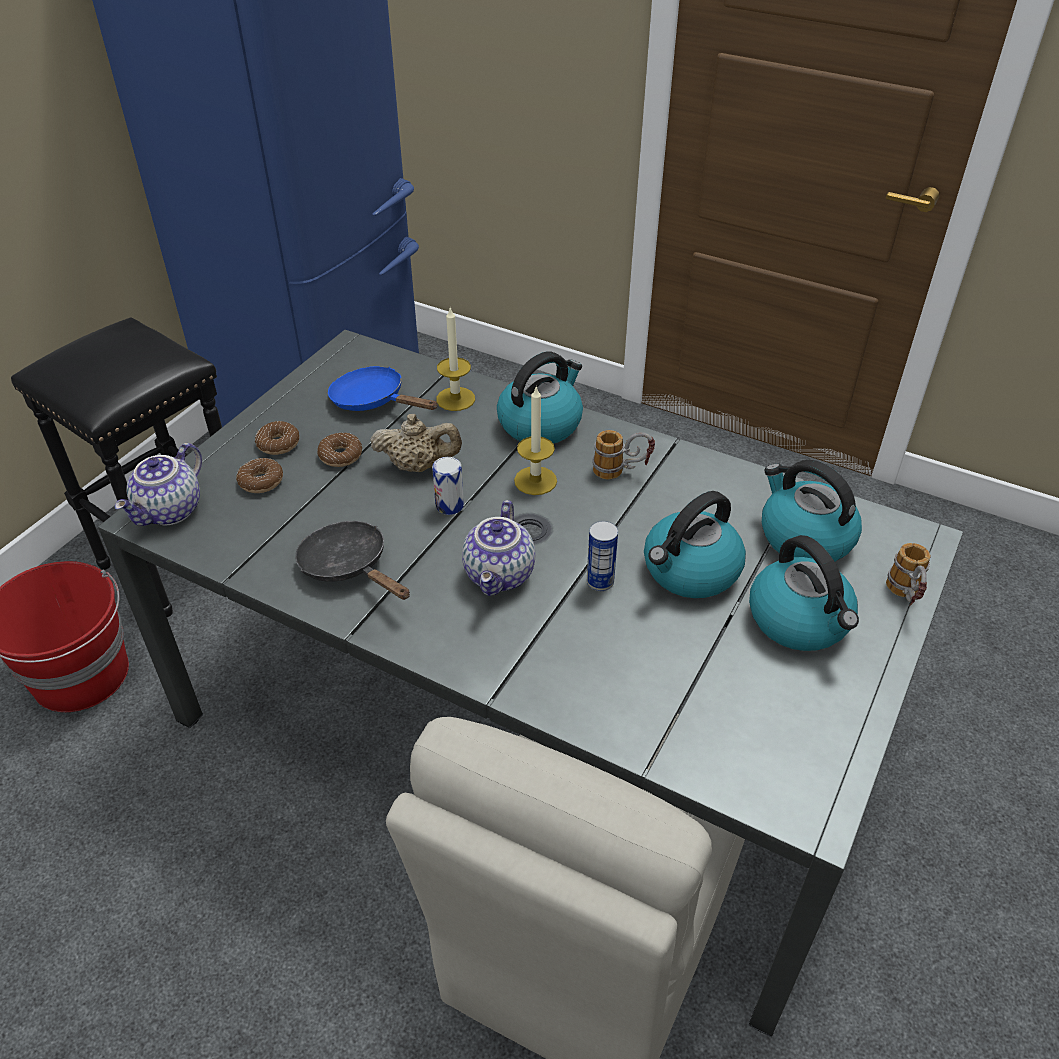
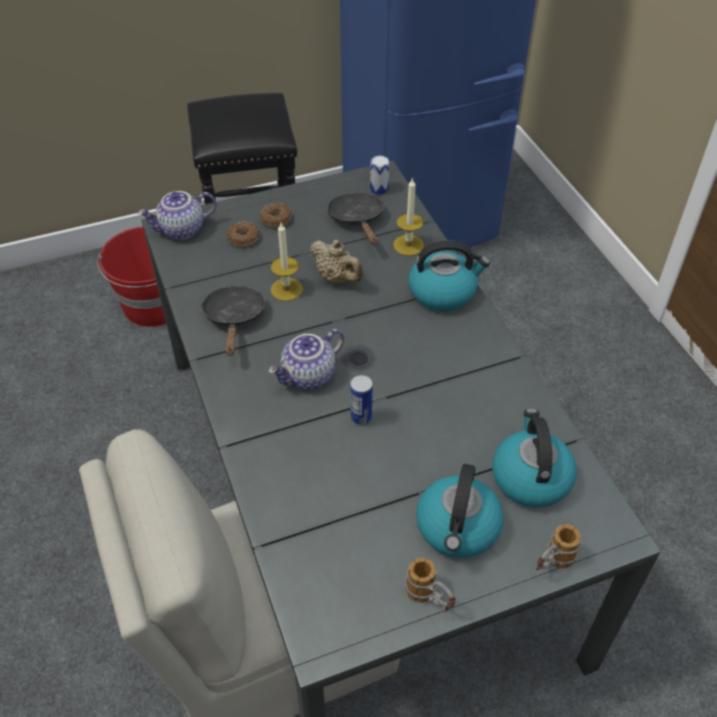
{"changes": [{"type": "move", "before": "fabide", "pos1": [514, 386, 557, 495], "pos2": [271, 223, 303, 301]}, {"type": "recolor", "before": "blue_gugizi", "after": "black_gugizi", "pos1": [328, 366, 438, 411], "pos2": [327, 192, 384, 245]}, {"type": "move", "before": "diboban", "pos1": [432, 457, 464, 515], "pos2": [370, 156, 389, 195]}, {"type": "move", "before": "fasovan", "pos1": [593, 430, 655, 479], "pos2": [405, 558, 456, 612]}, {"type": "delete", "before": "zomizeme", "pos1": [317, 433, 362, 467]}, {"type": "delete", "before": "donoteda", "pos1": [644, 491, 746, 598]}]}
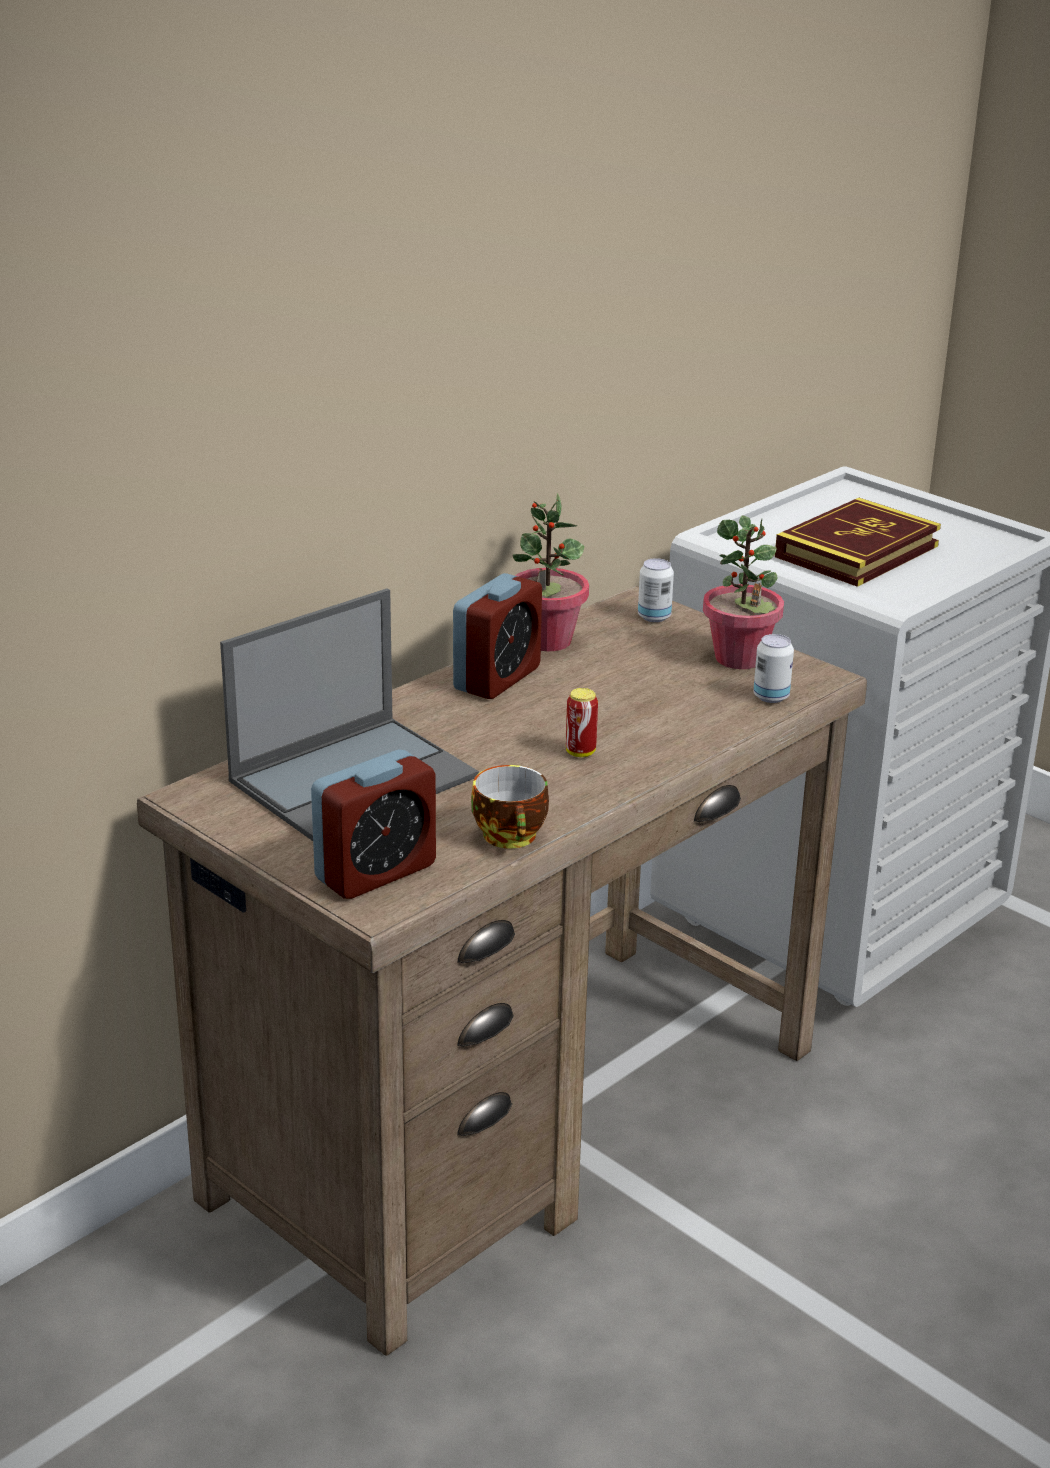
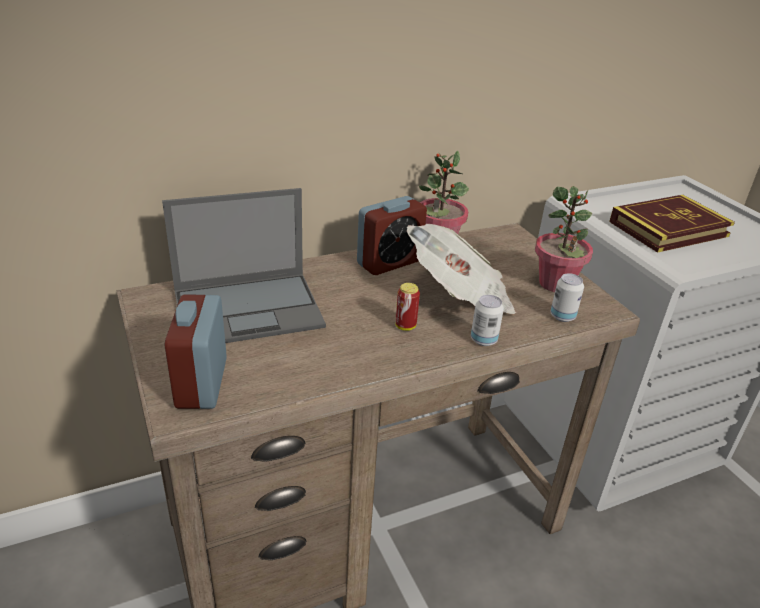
{"changes": [{"type": "rotate", "before": "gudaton", "pos1": [311, 750, 436, 899], "pos2": [165, 294, 227, 409], "turn": 105}, {"type": "insert", "after": "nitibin", "pos2": [407, 224, 516, 314]}, {"type": "move", "before": "diboban", "pos1": [638, 558, 674, 622], "pos2": [471, 295, 504, 346]}, {"type": "delete", "before": "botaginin", "pos1": [471, 765, 549, 849]}]}
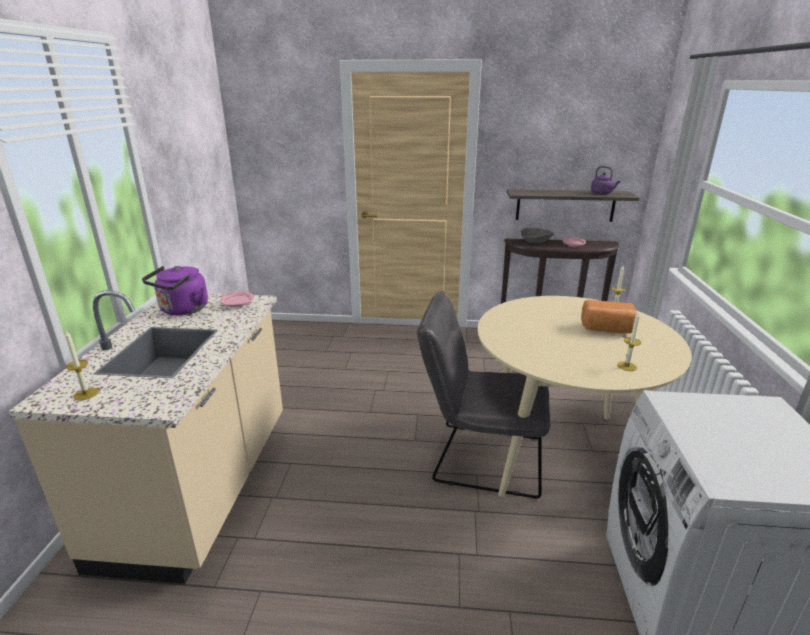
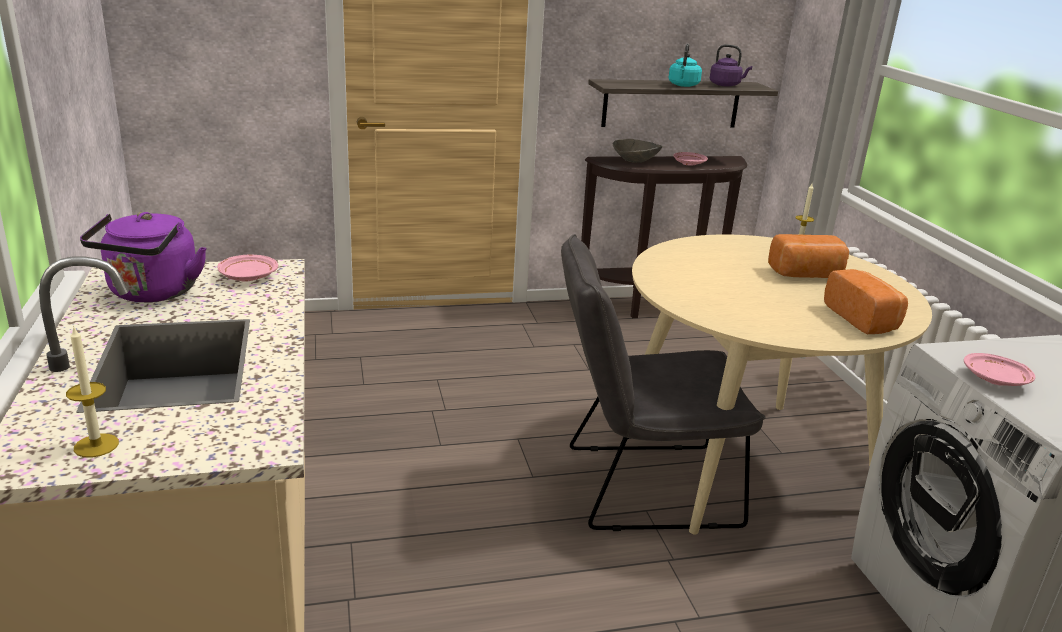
{"changes": [{"type": "insert", "after": "turquoise_donoteda", "pos2": [668, 44, 702, 87]}, {"type": "replace", "before": "fabide", "after": "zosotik", "pos1": [617, 312, 641, 371], "pos2": [824, 269, 908, 334]}, {"type": "insert", "after": "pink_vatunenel", "pos2": [964, 353, 1035, 386]}]}
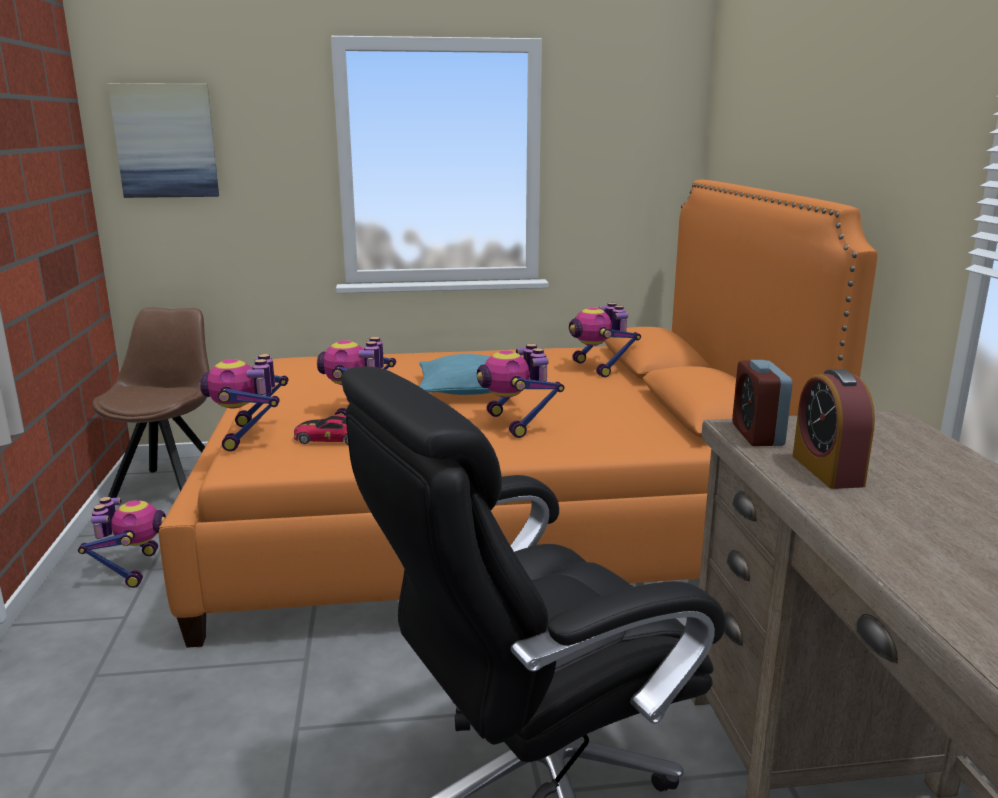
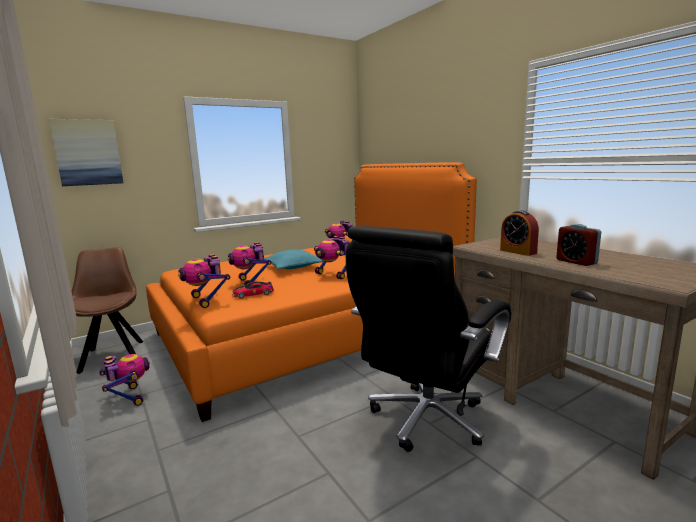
{"changes": [{"type": "move", "before": "gudaton", "pos1": [732, 360, 792, 446], "pos2": [556, 224, 601, 266]}]}
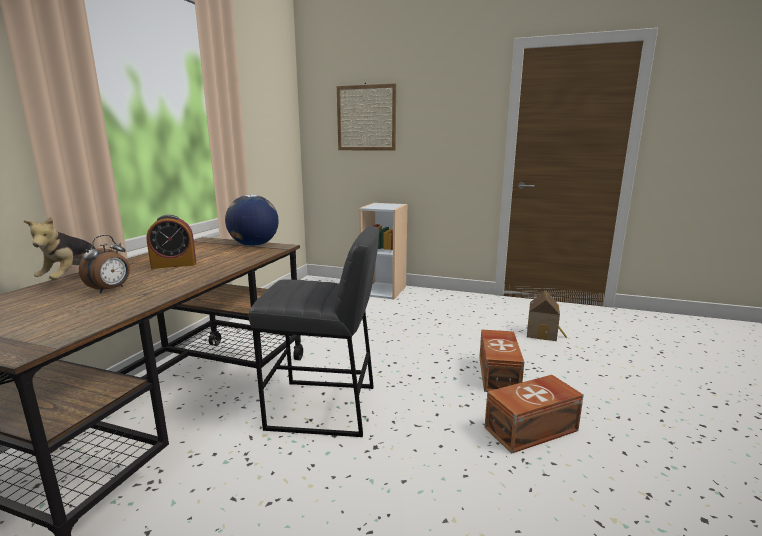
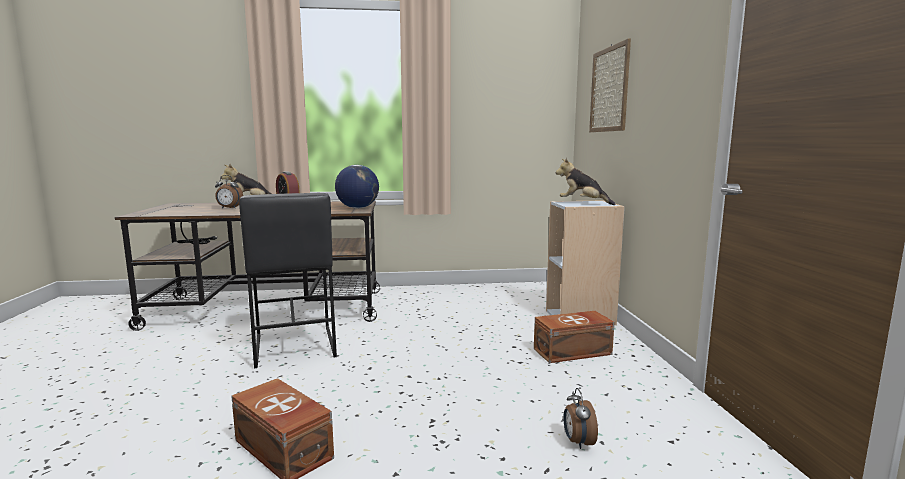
{"changes": [{"type": "move", "before": "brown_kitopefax", "pos1": [479, 329, 524, 392], "pos2": [534, 311, 615, 363]}, {"type": "insert", "after": "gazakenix", "pos2": [556, 158, 615, 205]}, {"type": "replace", "before": "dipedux", "after": "gudaton", "pos1": [527, 291, 567, 341], "pos2": [563, 388, 598, 449]}]}
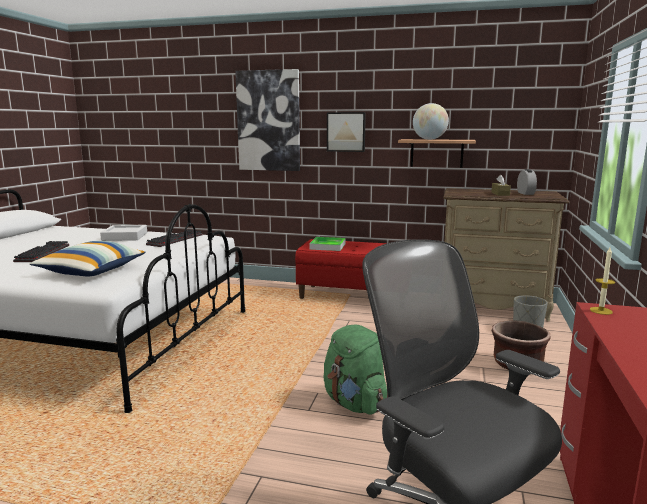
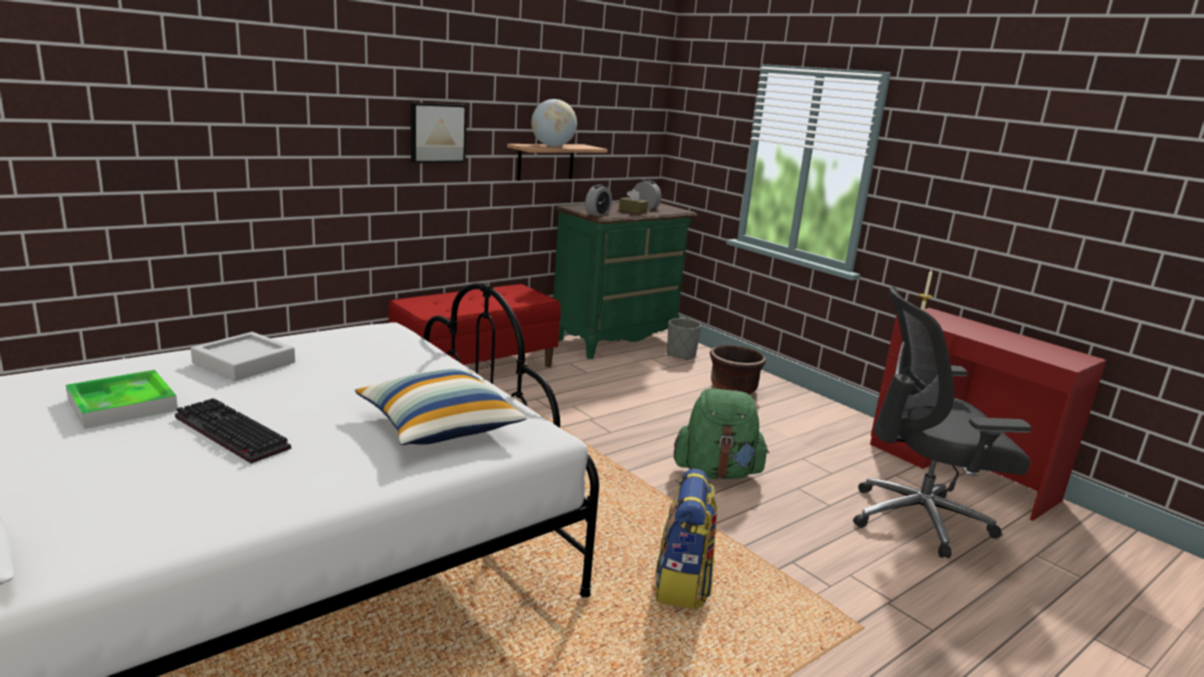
{"changes": [{"type": "move", "before": "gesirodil", "pos1": [309, 237, 346, 251], "pos2": [66, 370, 178, 429]}, {"type": "recolor", "before": "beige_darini", "after": "green_darini", "pos1": [443, 188, 569, 322], "pos2": [553, 203, 698, 359]}, {"type": "insert", "after": "gudaton", "pos2": [585, 184, 612, 216]}, {"type": "insert", "after": "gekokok", "pos2": [655, 469, 717, 610]}, {"type": "delete", "before": "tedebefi", "pos1": [146, 229, 203, 247]}, {"type": "delete", "before": "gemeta", "pos1": [235, 69, 300, 171]}]}
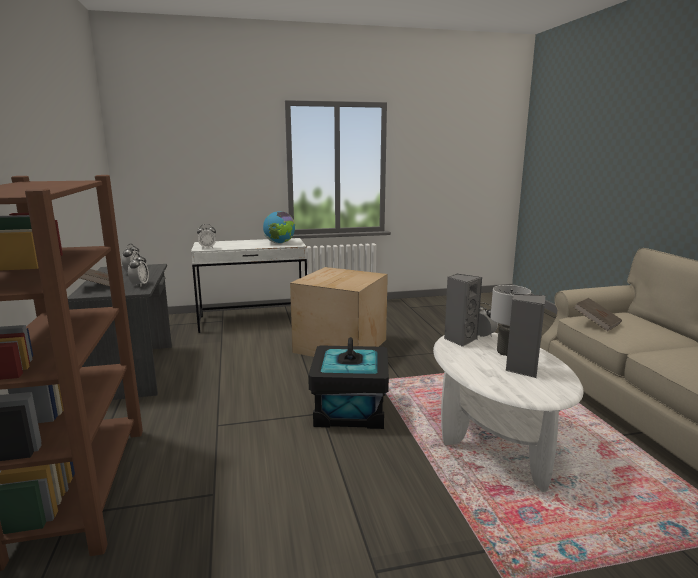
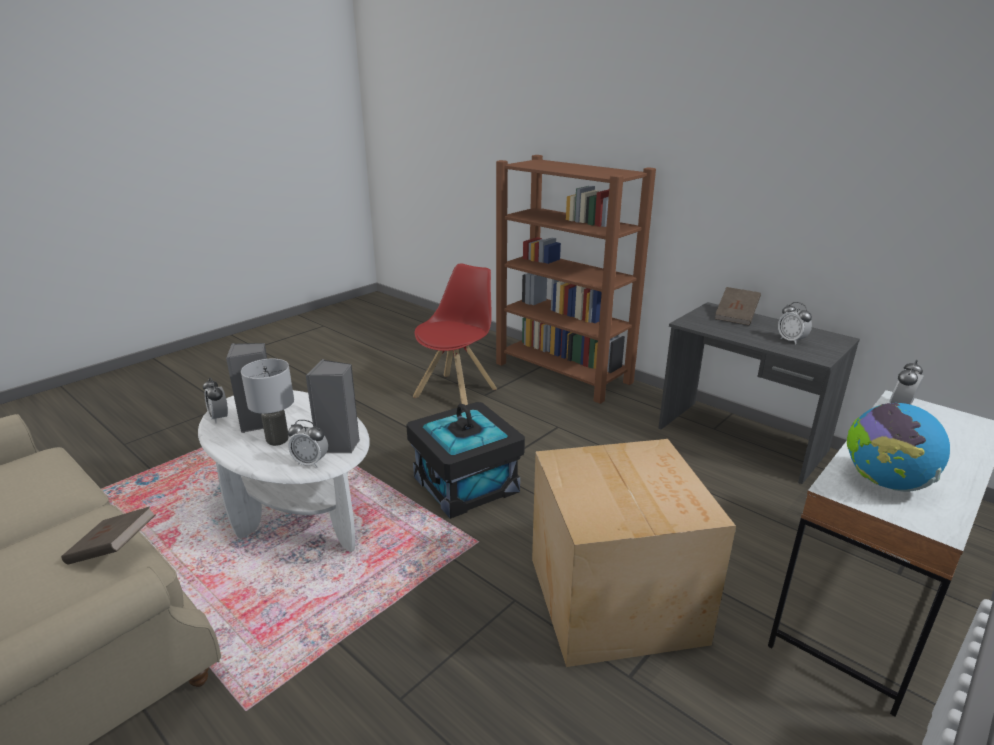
{"changes": [{"type": "move", "before": "gudaton", "pos1": [128, 254, 149, 286], "pos2": [203, 377, 228, 423]}, {"type": "insert", "after": "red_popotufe", "pos2": [413, 264, 497, 405]}]}
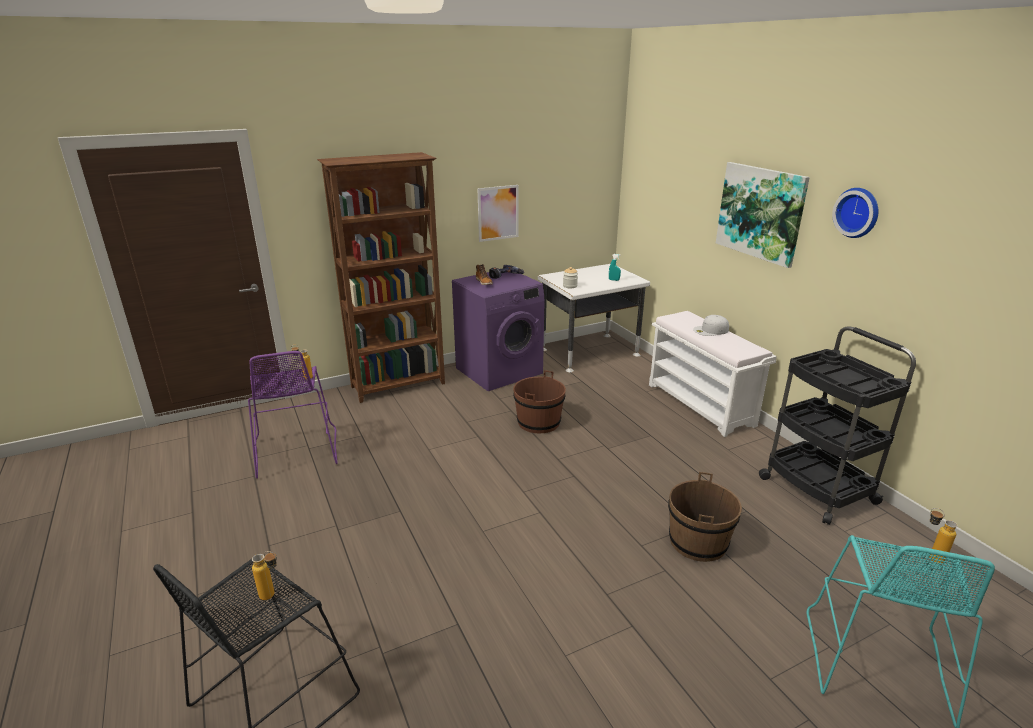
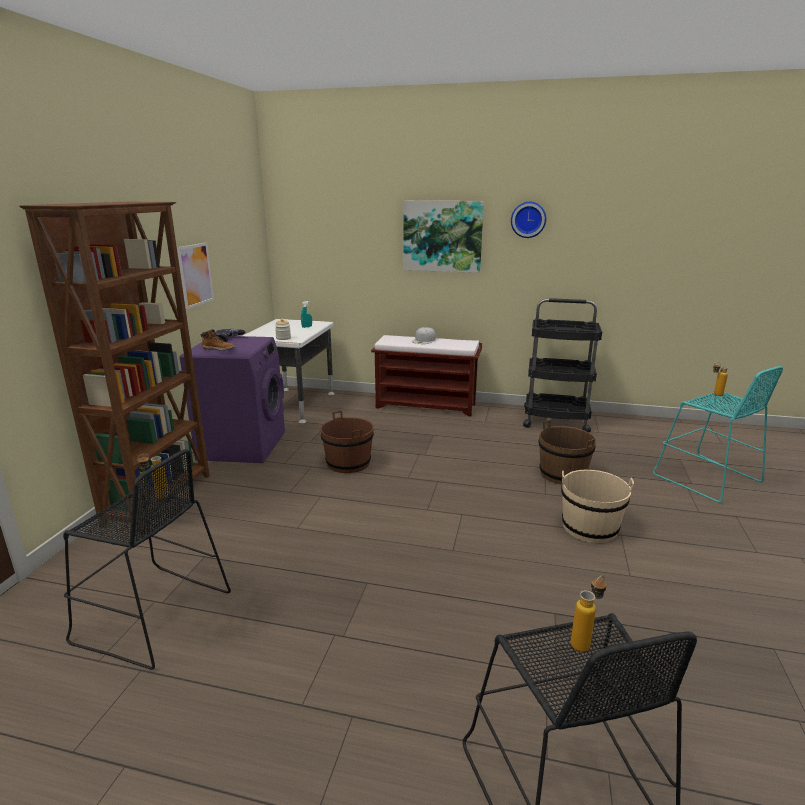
{"changes": [{"type": "recolor", "before": "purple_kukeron", "after": "black_kukeron", "pos1": [248, 351, 338, 479], "pos2": [63, 449, 231, 670]}, {"type": "recolor", "before": "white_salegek", "after": "brown_salegek", "pos1": [649, 311, 777, 437], "pos2": [371, 335, 482, 417]}, {"type": "insert", "after": "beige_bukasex", "pos2": [561, 470, 634, 543]}]}
